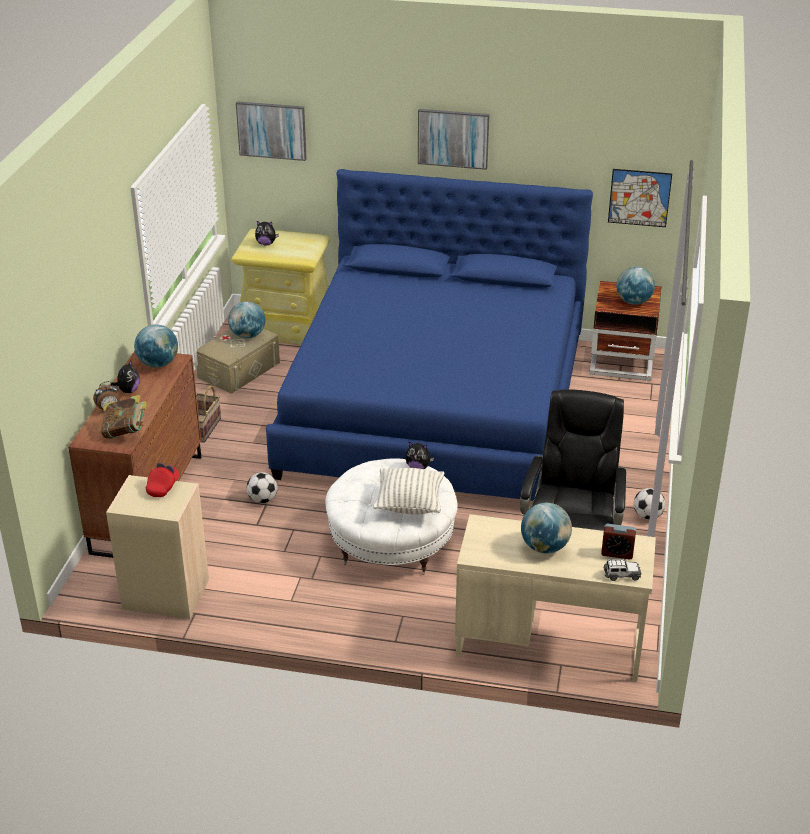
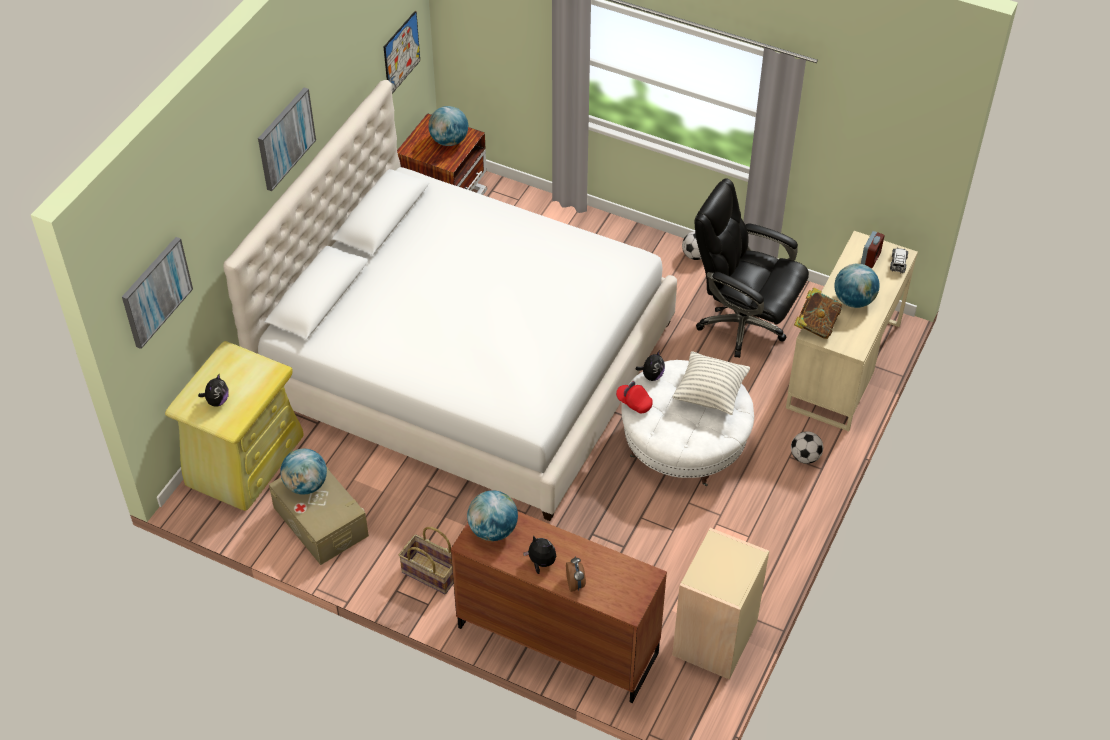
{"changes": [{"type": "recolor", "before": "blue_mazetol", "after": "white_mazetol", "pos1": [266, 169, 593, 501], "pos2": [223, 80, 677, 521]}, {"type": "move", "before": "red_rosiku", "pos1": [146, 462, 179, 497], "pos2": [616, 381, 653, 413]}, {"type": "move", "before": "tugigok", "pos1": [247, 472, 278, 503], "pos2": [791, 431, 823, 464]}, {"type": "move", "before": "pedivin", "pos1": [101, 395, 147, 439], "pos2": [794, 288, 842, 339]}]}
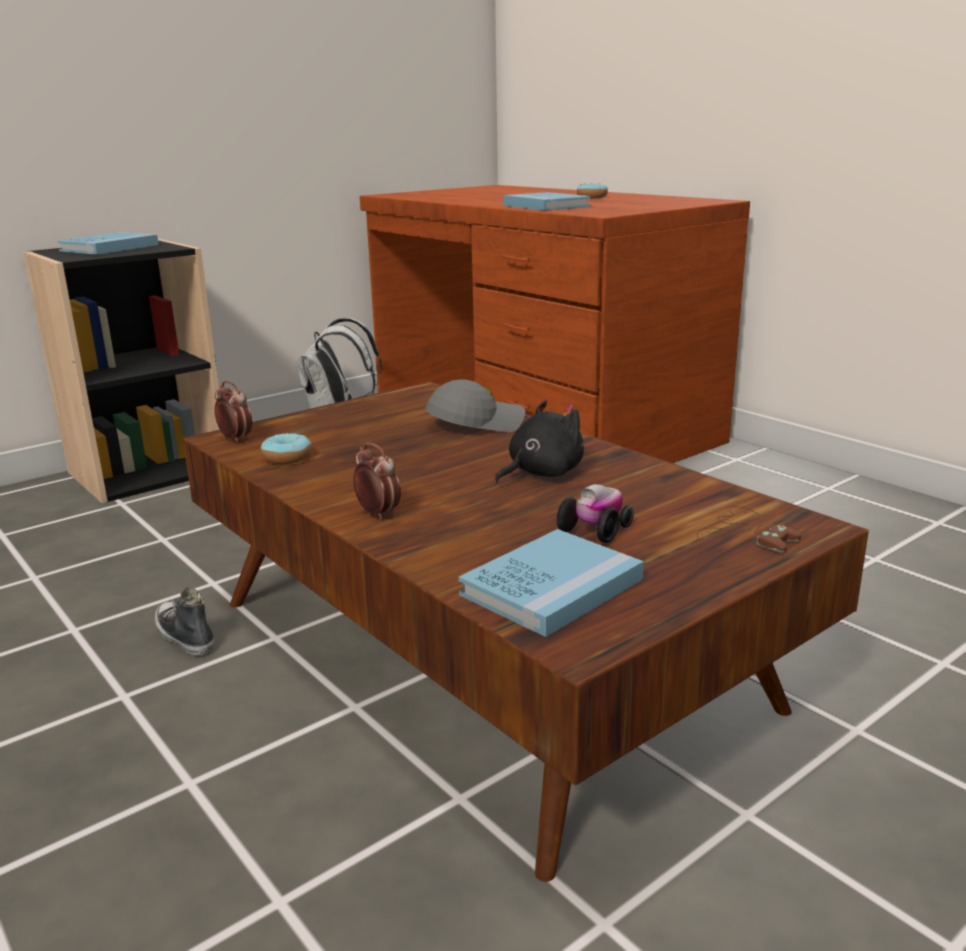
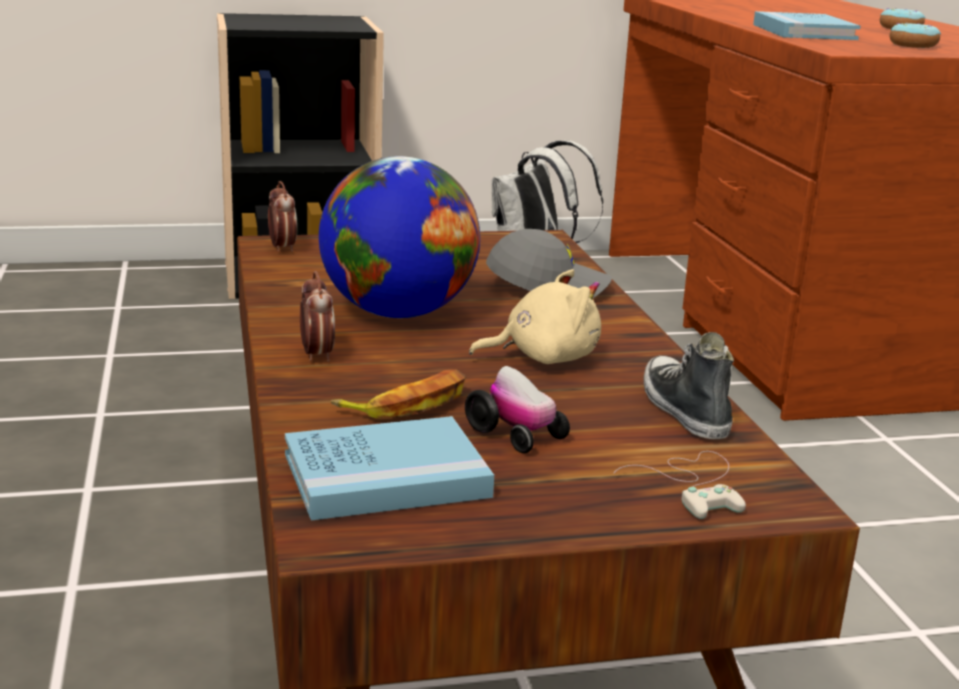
{"changes": [{"type": "insert", "after": "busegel", "pos2": [319, 156, 480, 318]}, {"type": "insert", "after": "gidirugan", "pos2": [331, 369, 466, 418]}, {"type": "rotate", "before": "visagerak", "pos1": [557, 484, 634, 543], "pos2": [465, 366, 570, 453], "turn": 75}, {"type": "recolor", "before": "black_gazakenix", "after": "beige_gazakenix", "pos1": [494, 400, 584, 484], "pos2": [469, 269, 601, 364]}, {"type": "recolor", "before": "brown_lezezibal", "after": "white_lezezibal", "pos1": [697, 506, 801, 553], "pos2": [614, 451, 746, 519]}, {"type": "move", "before": "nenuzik", "pos1": [155, 587, 214, 655], "pos2": [643, 332, 734, 439]}, {"type": "move", "before": "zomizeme", "pos1": [261, 433, 312, 464], "pos2": [890, 23, 941, 48]}, {"type": "delete", "before": "blue_pedivin", "pos1": [58, 232, 159, 255]}]}
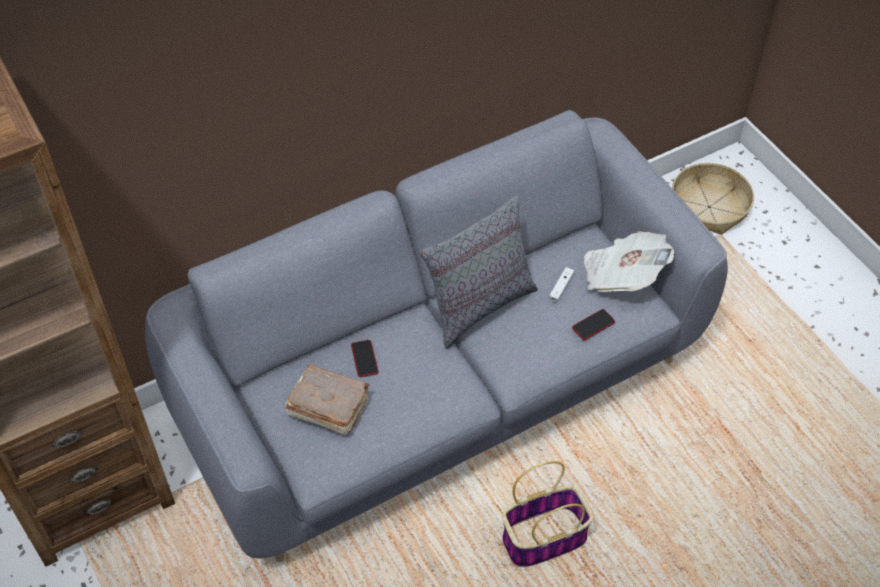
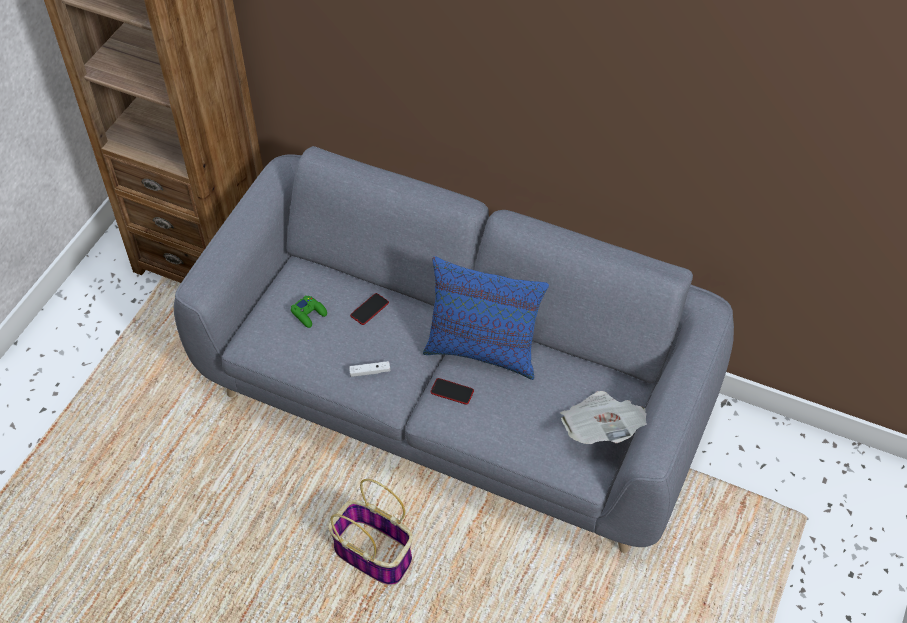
{"changes": [{"type": "replace", "before": "brown_pedivin", "after": "green_lezezibal", "pos1": [285, 364, 370, 435], "pos2": [291, 296, 327, 328]}, {"type": "move", "before": "white_lezezibal", "pos1": [549, 267, 574, 303], "pos2": [349, 361, 390, 377]}, {"type": "recolor", "before": "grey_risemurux", "after": "blue_risemurux", "pos1": [420, 196, 538, 349], "pos2": [423, 256, 549, 380]}, {"type": "move", "before": "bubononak", "pos1": [572, 309, 615, 340], "pos2": [431, 378, 474, 405]}, {"type": "delete", "before": "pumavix", "pos1": [672, 163, 754, 235]}]}
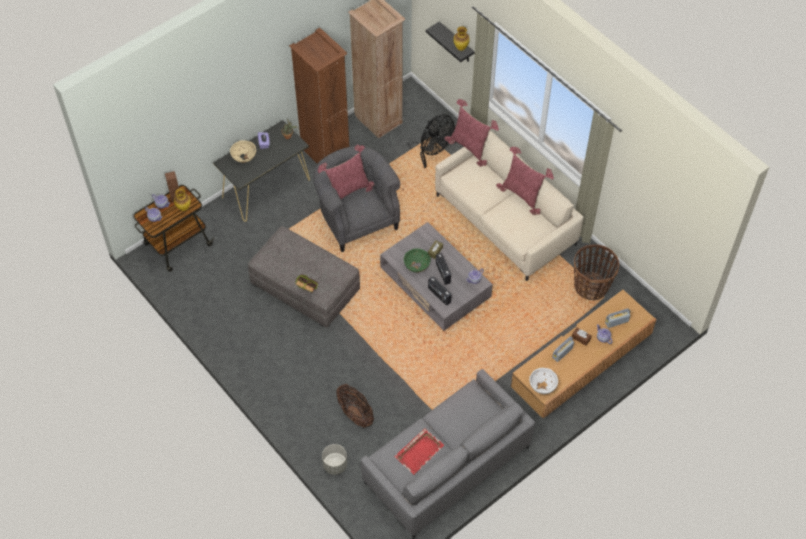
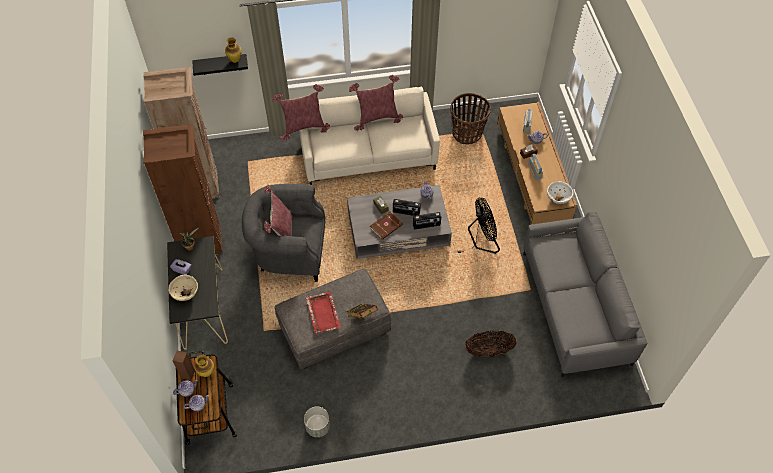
{"changes": [{"type": "move", "before": "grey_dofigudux", "pos1": [322, 444, 347, 475], "pos2": [304, 406, 330, 437]}, {"type": "move", "before": "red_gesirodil", "pos1": [394, 428, 444, 475], "pos2": [306, 292, 341, 333]}, {"type": "replace", "before": "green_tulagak", "after": "brown_pedivin", "pos1": [404, 248, 431, 272], "pos2": [370, 211, 403, 240]}, {"type": "move", "before": "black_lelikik", "pos1": [407, 114, 456, 168], "pos2": [457, 197, 500, 254]}]}
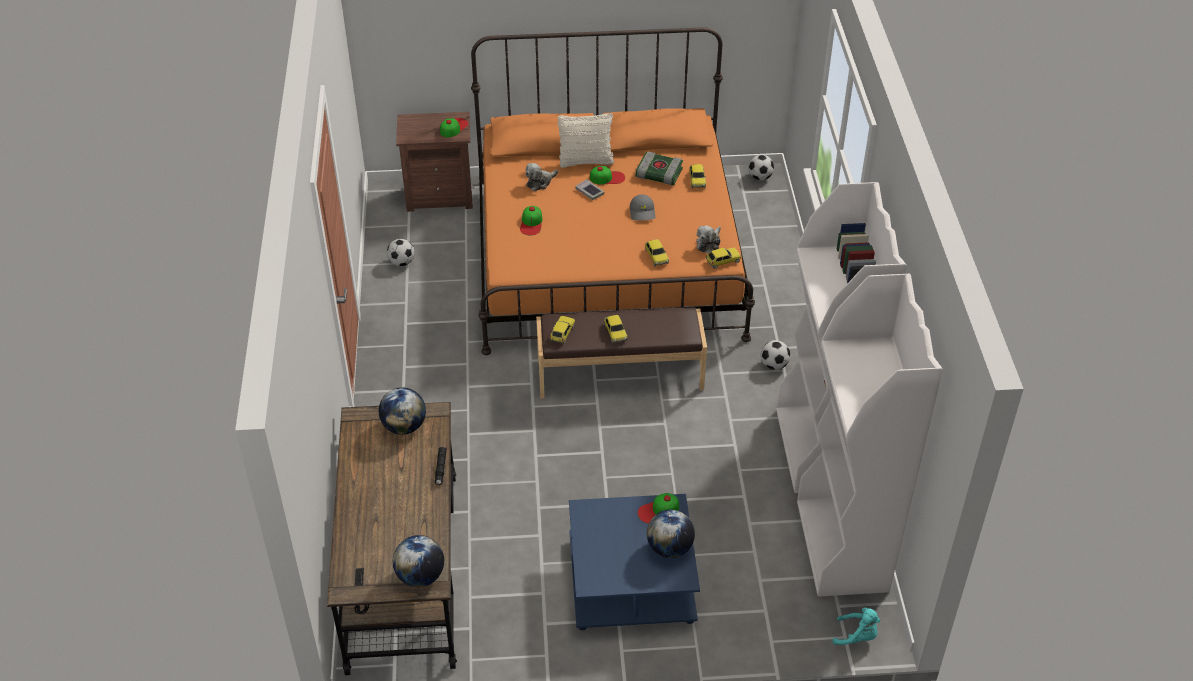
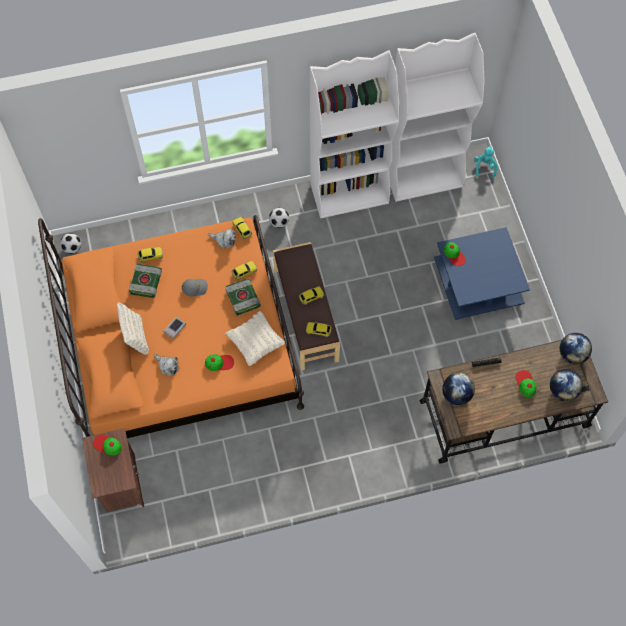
{"changes": [{"type": "insert", "after": "pedivin", "pos2": [225, 278, 261, 316]}, {"type": "insert", "after": "beige_risemurux", "pos2": [225, 311, 285, 366]}, {"type": "move", "before": "rosiku", "pos1": [590, 166, 625, 185], "pos2": [515, 370, 536, 397]}, {"type": "move", "before": "busegel", "pos1": [647, 510, 695, 558], "pos2": [550, 369, 583, 401]}, {"type": "delete", "before": "tugigok", "pos1": [387, 239, 415, 266]}]}
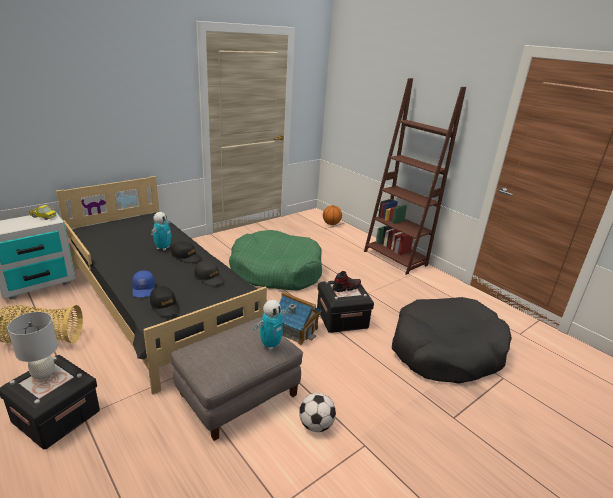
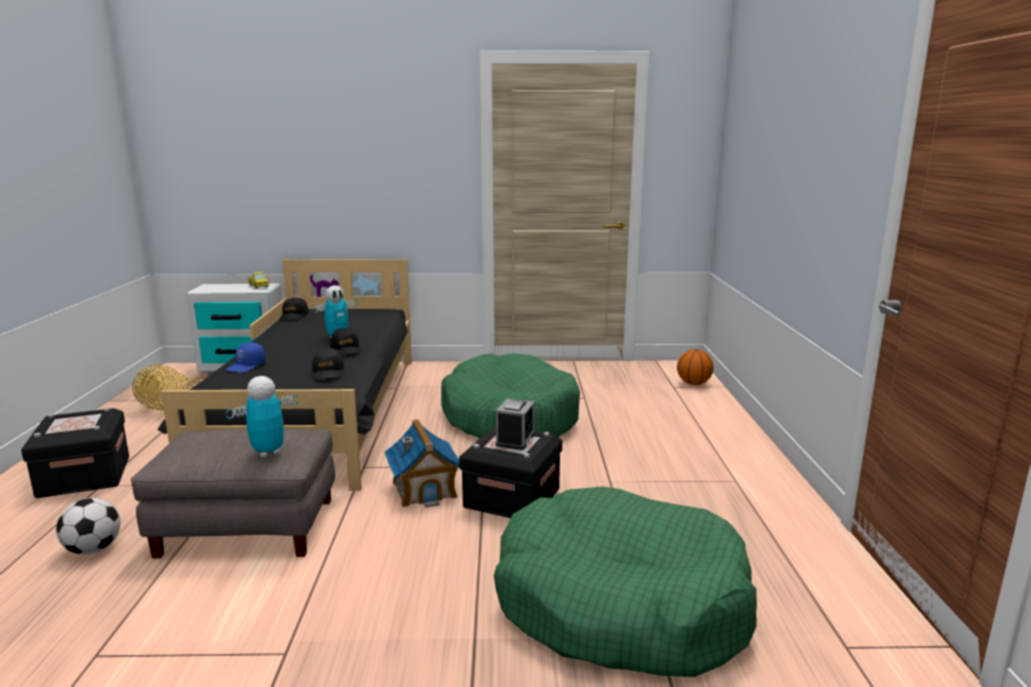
{"changes": [{"type": "move", "before": "tugigok", "pos1": [299, 393, 336, 432], "pos2": [56, 498, 120, 554]}, {"type": "rotate", "before": "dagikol", "pos1": [253, 300, 289, 350], "pos2": [226, 376, 298, 458], "turn": 150}, {"type": "move", "before": "black_rosiku", "pos1": [150, 286, 180, 316], "pos2": [279, 298, 309, 320]}, {"type": "recolor", "before": "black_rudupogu", "after": "green_rudupogu", "pos1": [392, 297, 512, 384], "pos2": [494, 486, 757, 677]}, {"type": "replace", "before": "nenuzik", "after": "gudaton", "pos1": [332, 271, 361, 292], "pos2": [496, 398, 535, 450]}, {"type": "delete", "before": "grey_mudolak", "pos1": [7, 312, 58, 380]}, {"type": "delete", "before": "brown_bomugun", "pos1": [364, 78, 466, 275]}]}
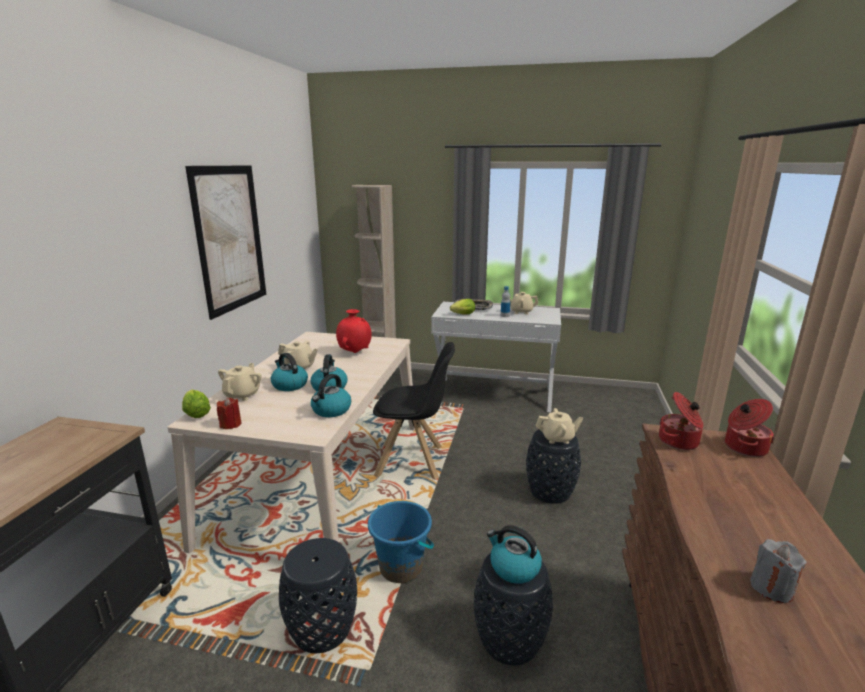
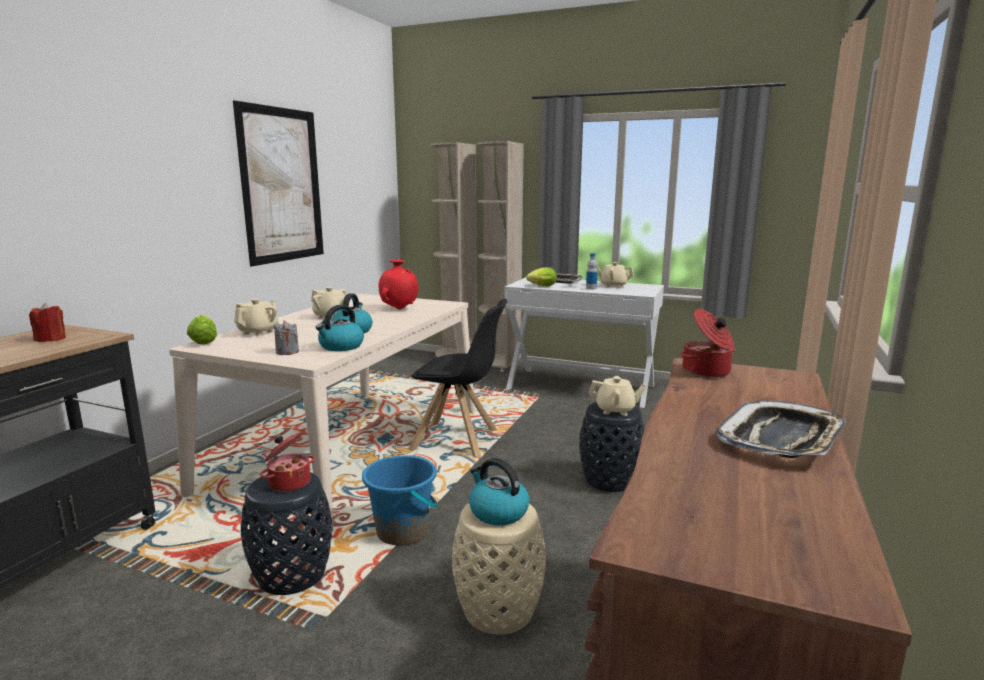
{"changes": [{"type": "move", "before": "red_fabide", "pos1": [217, 397, 241, 429], "pos2": [29, 303, 66, 342]}, {"type": "move", "before": "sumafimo", "pos1": [725, 399, 775, 457], "pos2": [260, 431, 316, 492]}, {"type": "move", "before": "grey_fabide", "pos1": [750, 539, 807, 603], "pos2": [274, 321, 299, 355]}, {"type": "recolor", "before": "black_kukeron", "after": "beige_kukeron", "pos1": [474, 553, 553, 666], "pos2": [452, 503, 546, 635]}, {"type": "insert", "after": "beige_bomugun", "pos2": [477, 141, 524, 372]}, {"type": "insert", "after": "gesirodil", "pos2": [717, 400, 846, 458]}, {"type": "delete", "before": "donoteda", "pos1": [271, 353, 308, 391]}]}
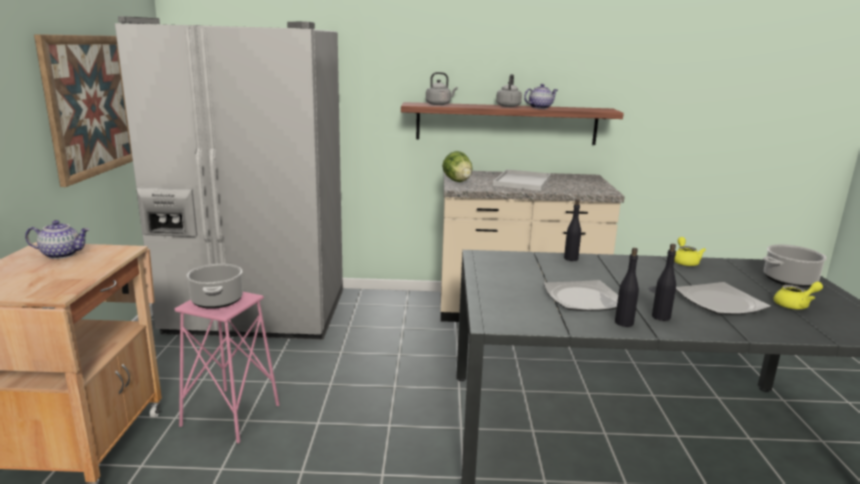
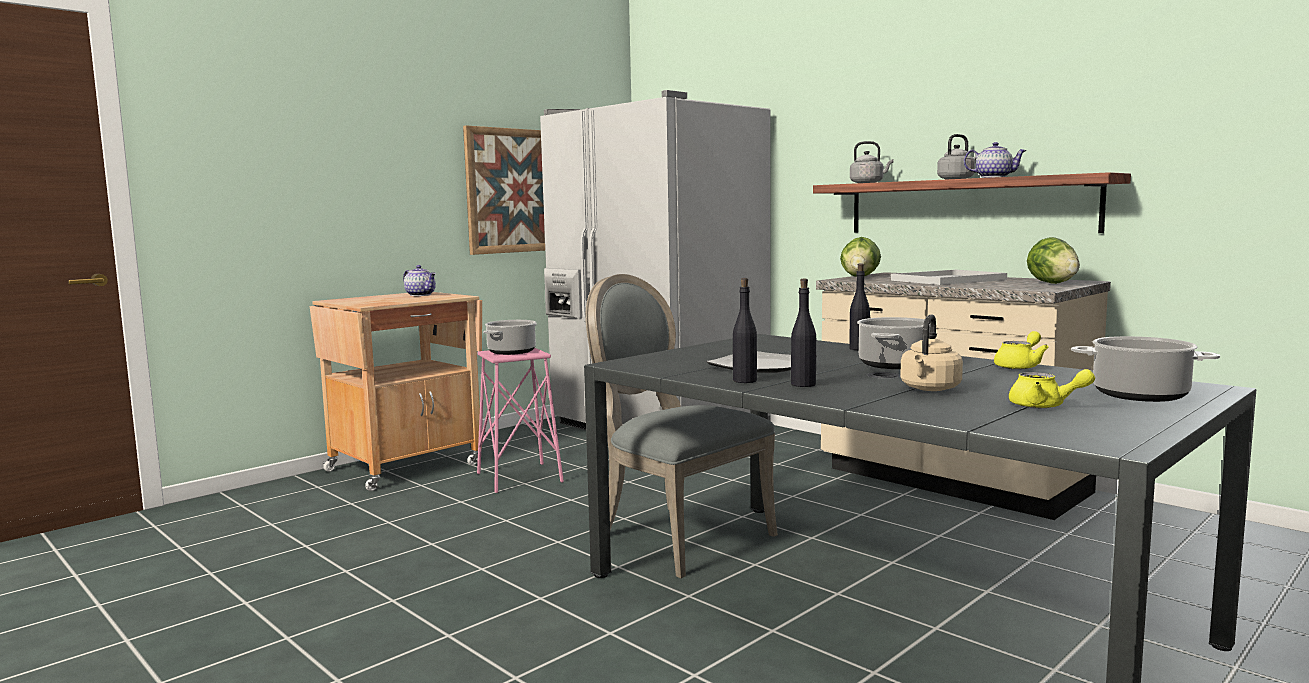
{"changes": [{"type": "insert", "after": "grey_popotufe", "pos2": [585, 274, 778, 578]}, {"type": "insert", "after": "sumafimo", "pos2": [857, 317, 930, 369]}, {"type": "replace", "before": "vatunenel", "after": "beige_donoteda", "pos1": [676, 282, 771, 315], "pos2": [900, 315, 963, 391]}, {"type": "insert", "after": "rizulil", "pos2": [1027, 237, 1080, 284]}]}
